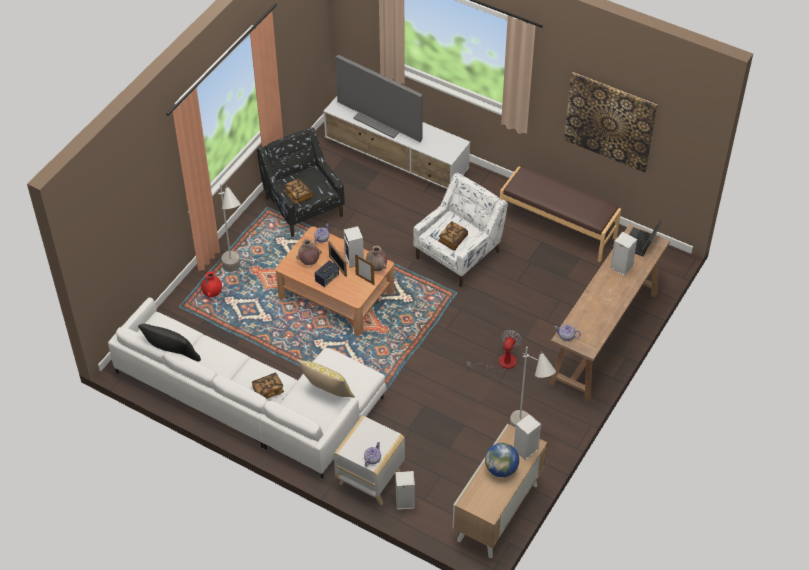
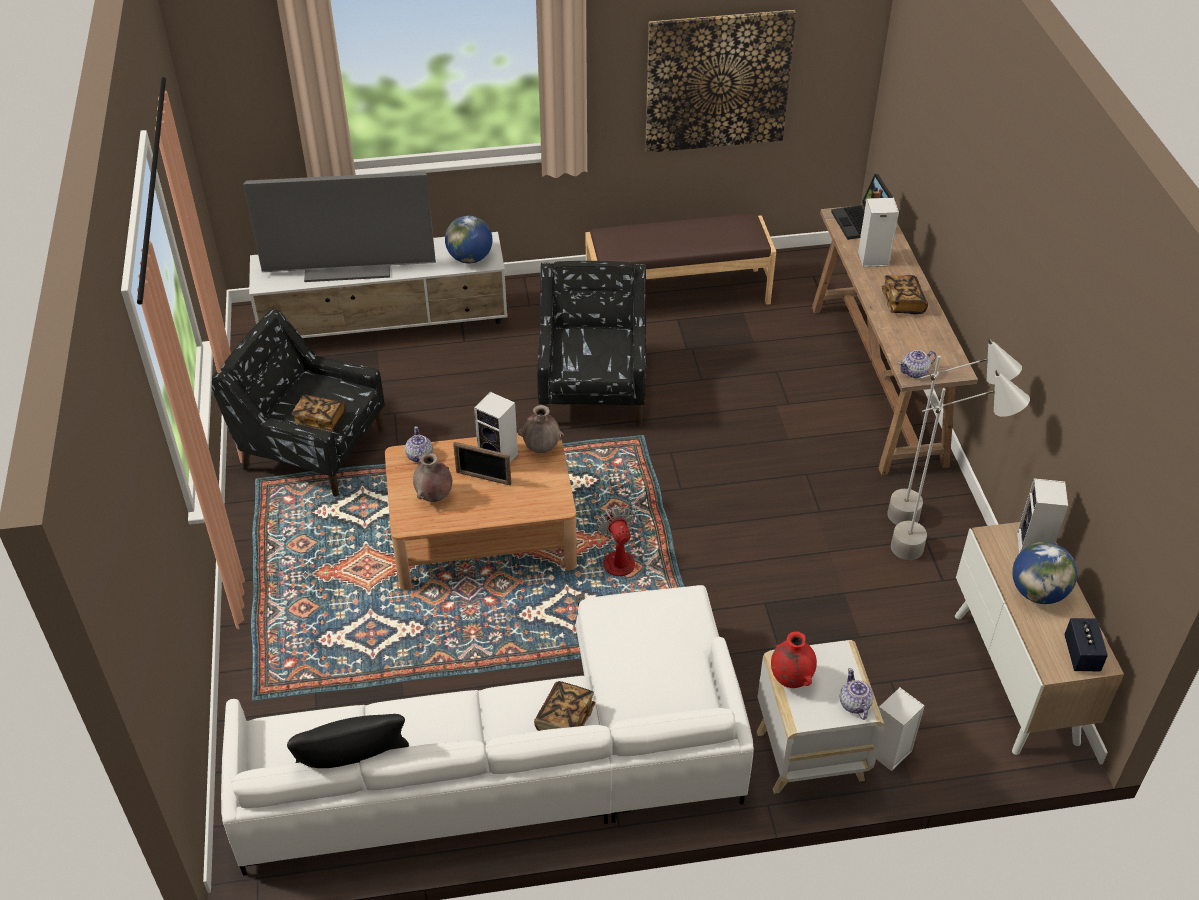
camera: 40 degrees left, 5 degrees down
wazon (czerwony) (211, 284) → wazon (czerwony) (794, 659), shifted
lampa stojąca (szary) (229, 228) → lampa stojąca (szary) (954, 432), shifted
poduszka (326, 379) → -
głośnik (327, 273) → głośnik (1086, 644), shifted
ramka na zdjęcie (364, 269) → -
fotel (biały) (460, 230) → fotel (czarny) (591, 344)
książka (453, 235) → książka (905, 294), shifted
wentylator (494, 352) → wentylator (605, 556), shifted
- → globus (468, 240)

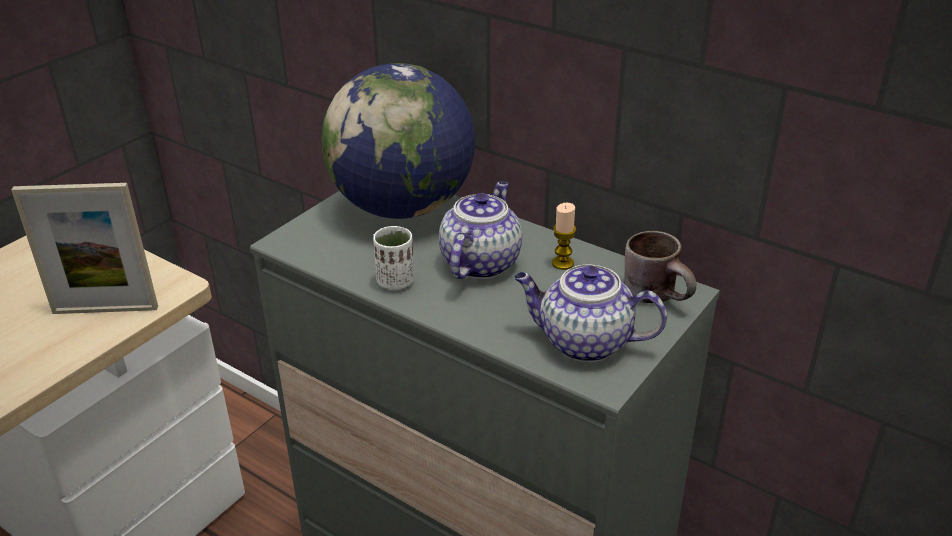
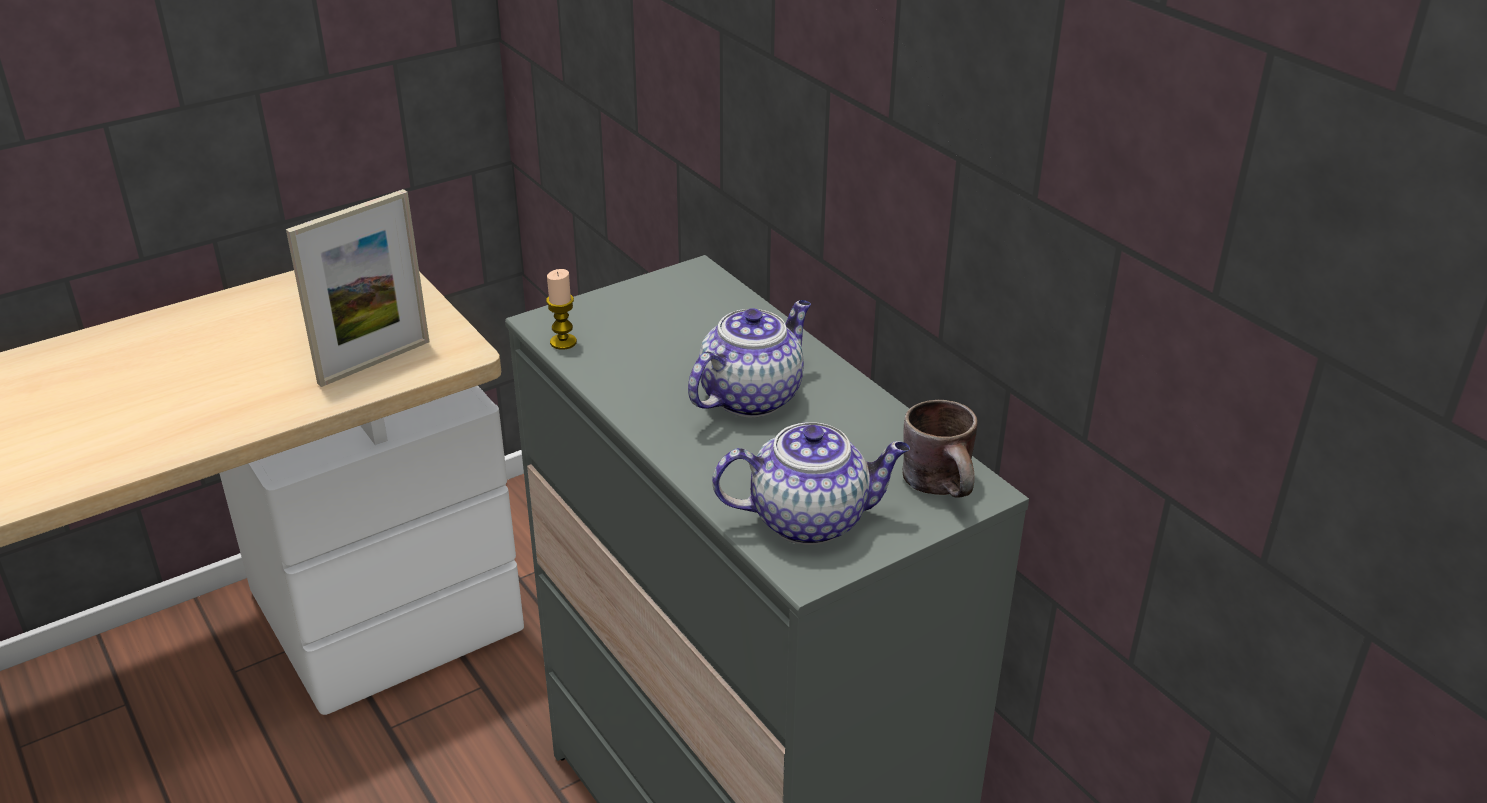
camera: 20 degrees right, 0 degrees up
ramka na zdjęcie (84, 248) → ramka na zdjęcie (357, 288), 60 degrees counterclockwise
globus (398, 141) → -
filiżanka (biały) (393, 258) → -
imbryk (590, 313) → imbryk (811, 483), 135 degrees clockwise
świeca (564, 236) → świeca (561, 309), shifted

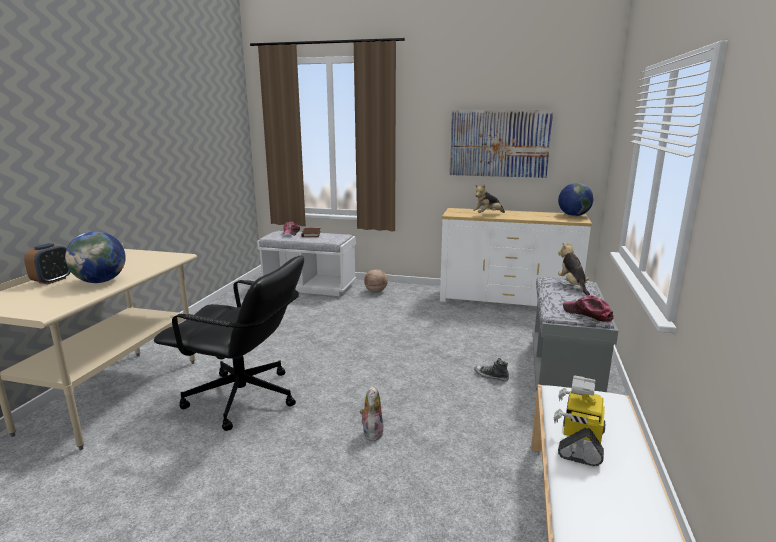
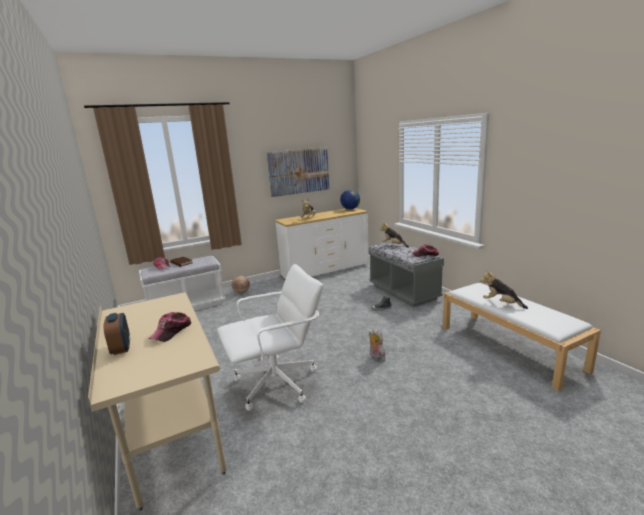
camera: 40 degrees left, 0 degrees up
globus (95, 257) → czapka z daszkiem (170, 327)
krzesło biurowe (czarny) (229, 343) → krzesło biurowe (biały) (270, 337)
robot zabawkowy (579, 420) → pluszak (504, 289)

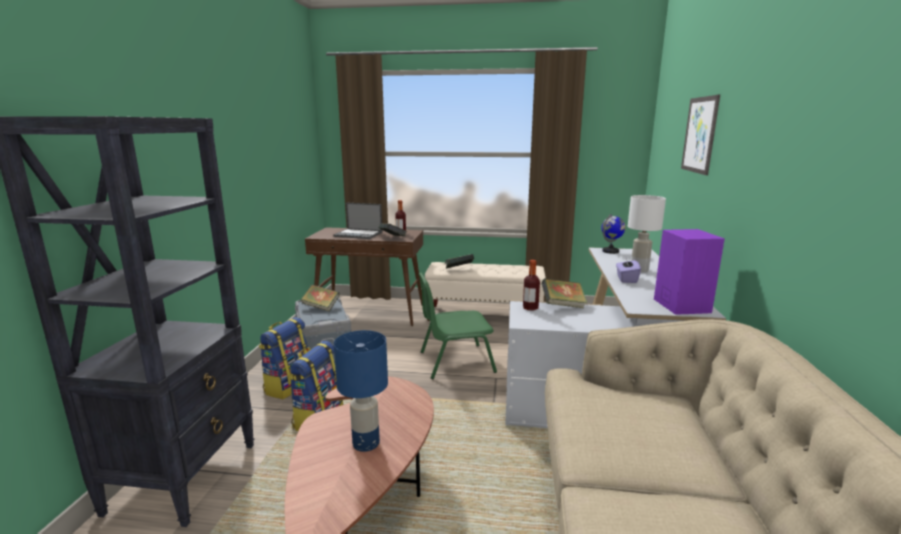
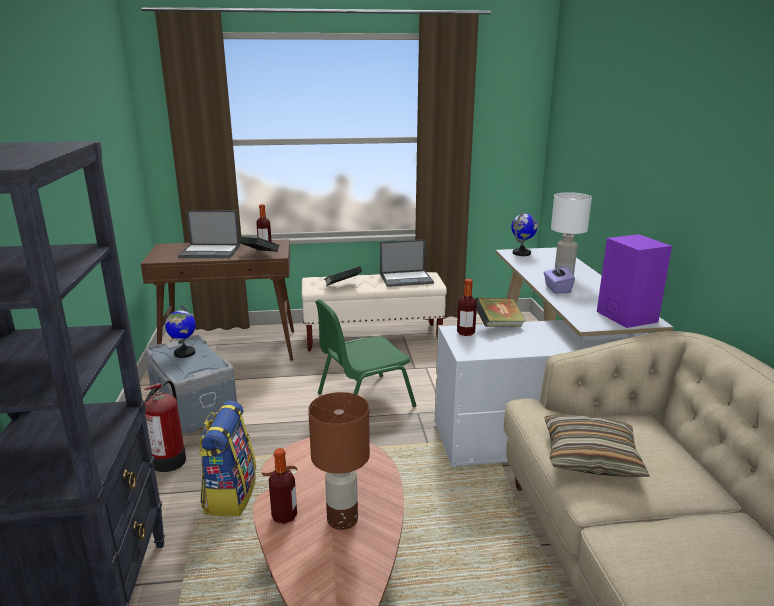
camera: 15 degrees left, 5 degrees up
plecak (283, 358) → gaśnica (165, 426)
książka (320, 298) → globus (180, 332)
lampa stołowa (niebieski) (361, 391) → lampa stołowa (brązowy) (339, 461)
obraz (700, 135) → -
- → butelka (282, 486)
- → laptop (407, 263)
- → poduszka (597, 446)

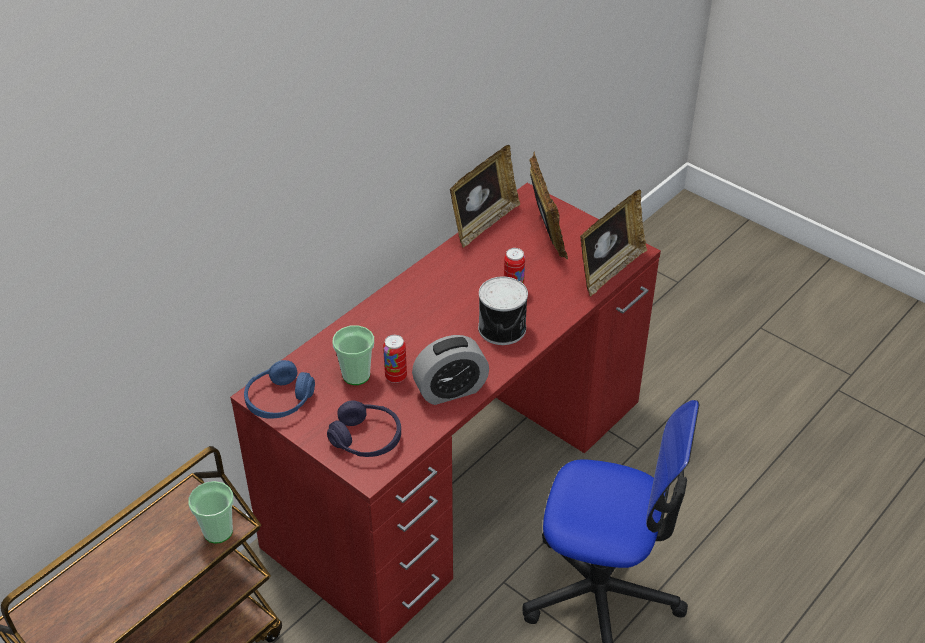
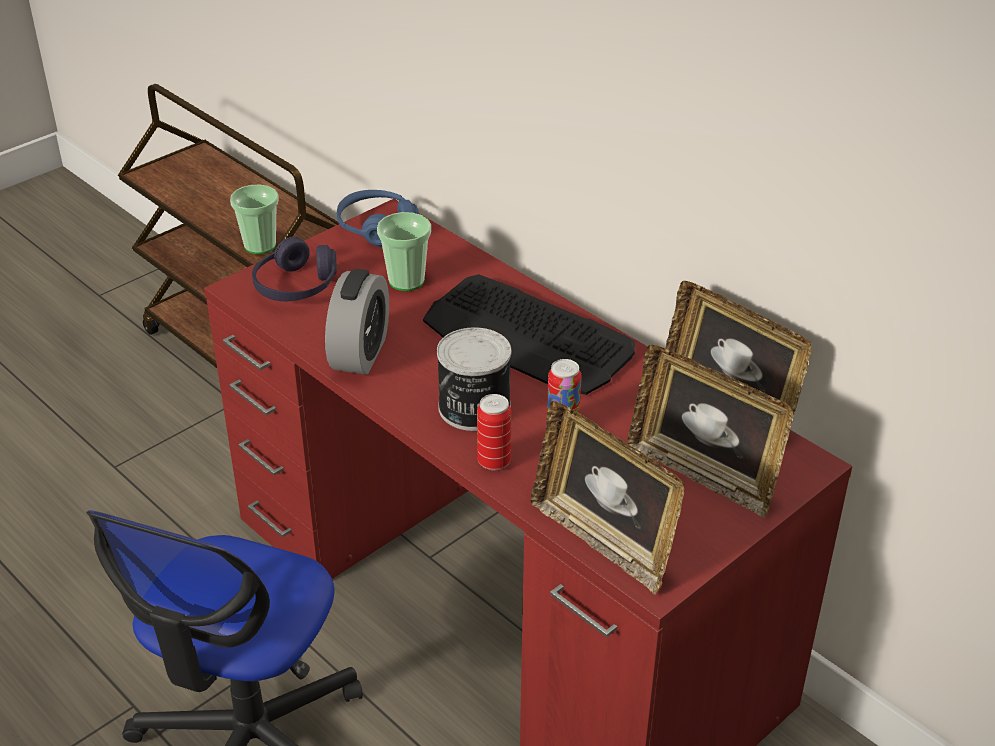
camera: 95 degrees right, 5 degrees down
puszka (395, 359) → puszka (494, 432), shifted
budzik (450, 370) → budzik (357, 322), 150 degrees counterclockwise
ramka na zdjęcie (548, 205) → ramka na zdjęcie (710, 431), 45 degrees clockwise
- → klawiatura (529, 334)

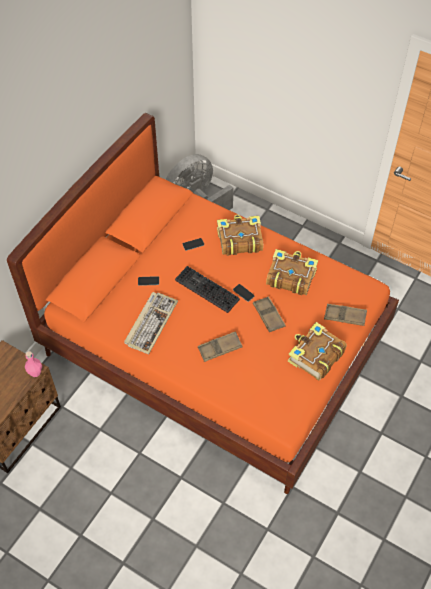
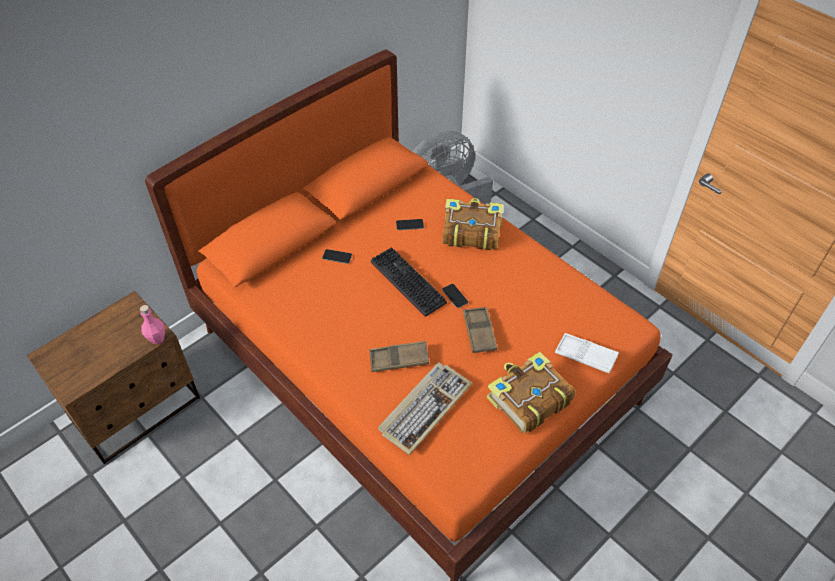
camera: 15 degrees right, 5 degrees down
klawiatura (151, 323) → klawiatura (425, 408), shifted
książka (292, 272) → -
taca (brązowy) (345, 315) → taca (biały) (587, 353)

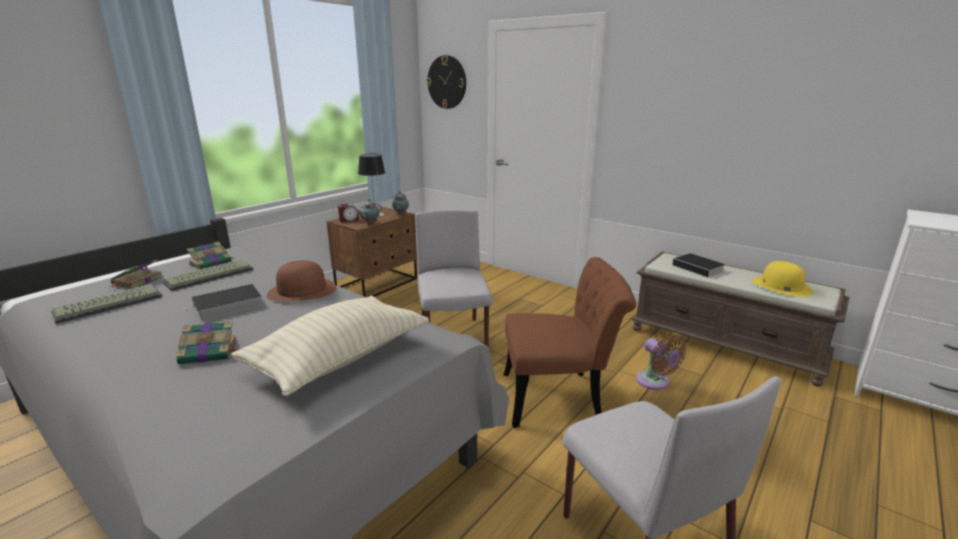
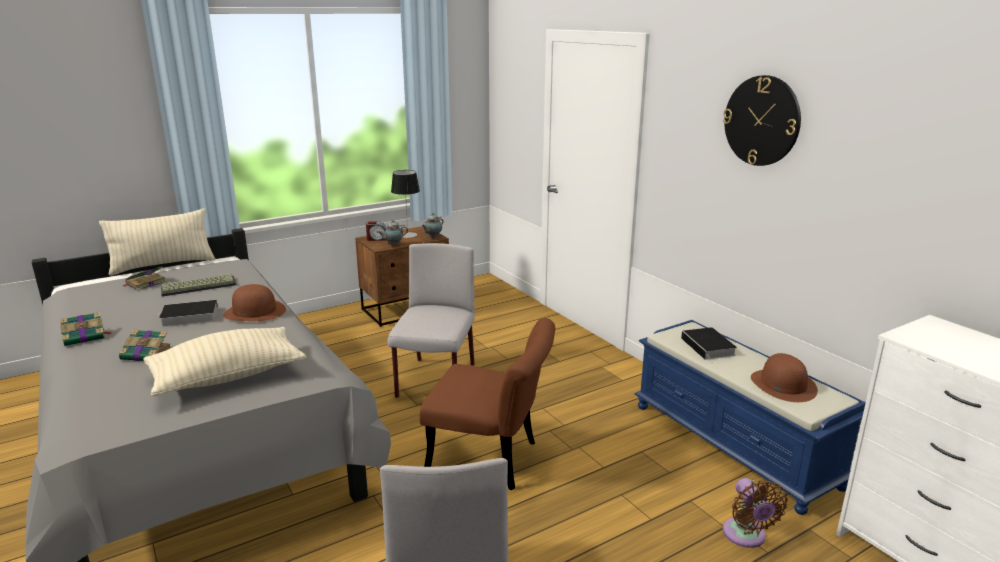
camera: 20 degrees right, 0 degrees up
klawiatura (107, 304) → -
książka (210, 255) → książka (86, 329), shifted
zegar ścienny (446, 82) → zegar ścienny (762, 120), shifted
ławka (brązowy) (740, 319) → ławka (niebieski) (750, 417)
wentylator (brązowy) (661, 362) → wentylator (brązowy) (755, 513), shifted
kapelusz (żółty) (782, 279) → kapelusz (brązowy) (784, 377)
- → poduszka (beżowy) (157, 242)

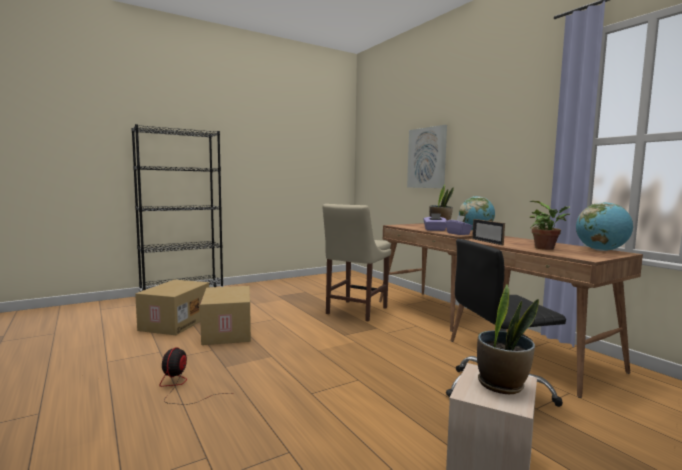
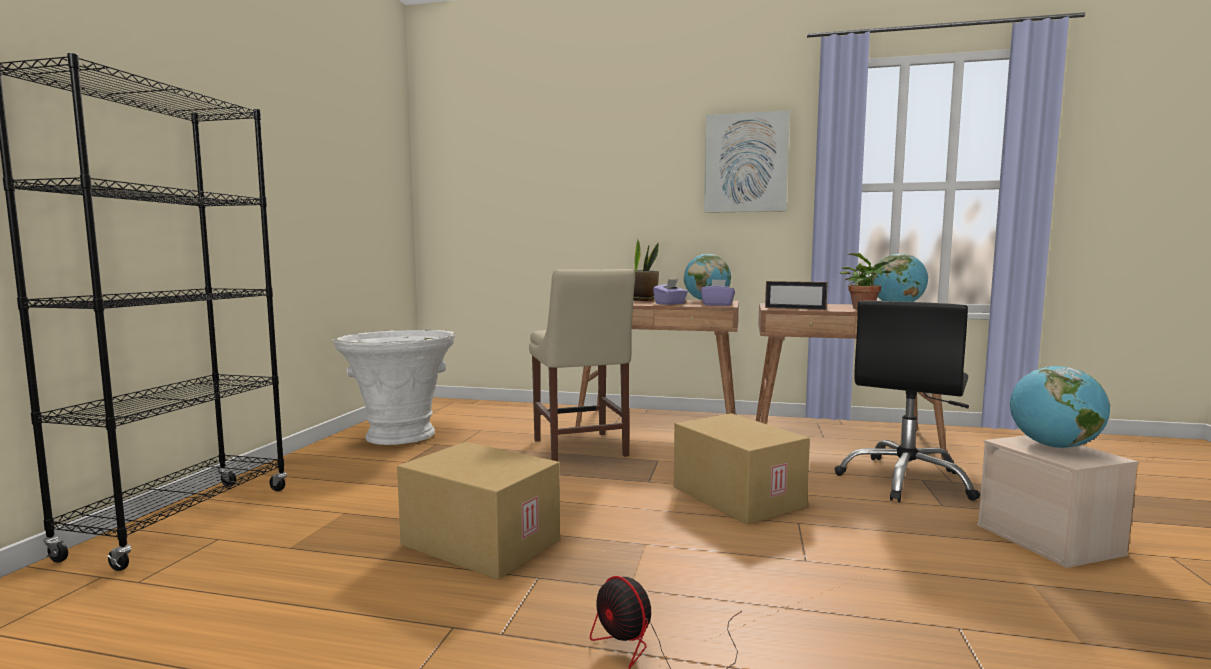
camera: 45 degrees left, 0 degrees up
karton (172, 307) → karton (742, 469), shifted
obraz (427, 156) → obraz (747, 161), shifted
roślina doniczkowa (508, 339) → globus (1060, 407)
- → donica (biały) (394, 387)

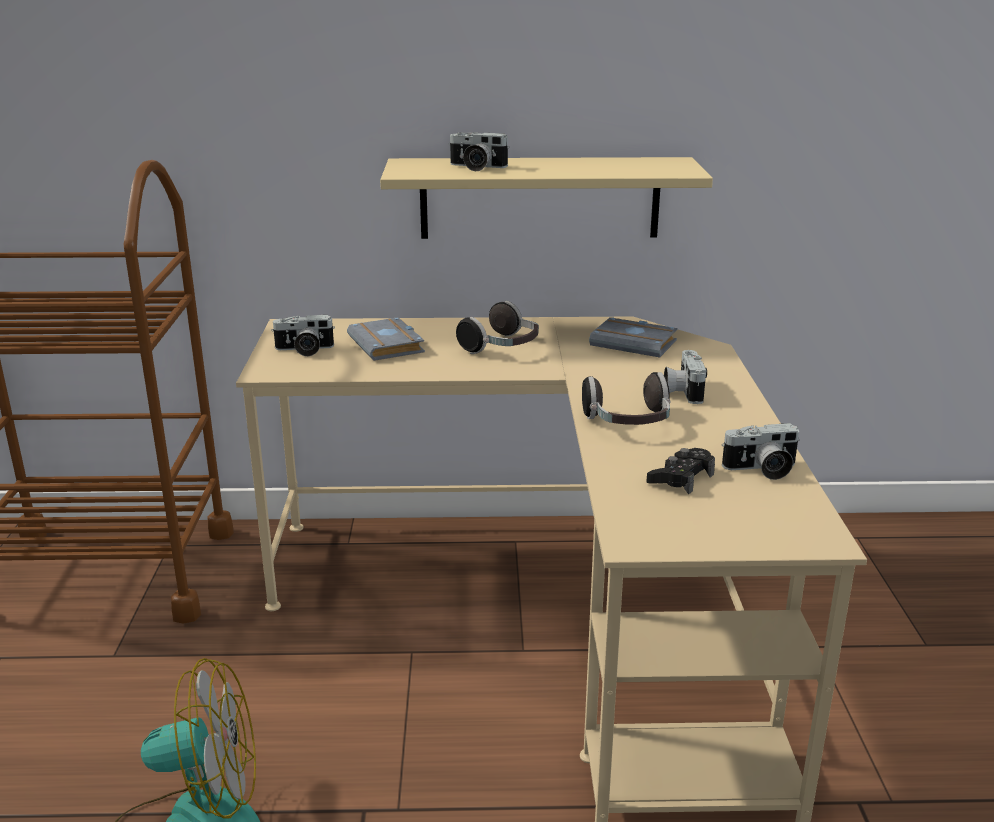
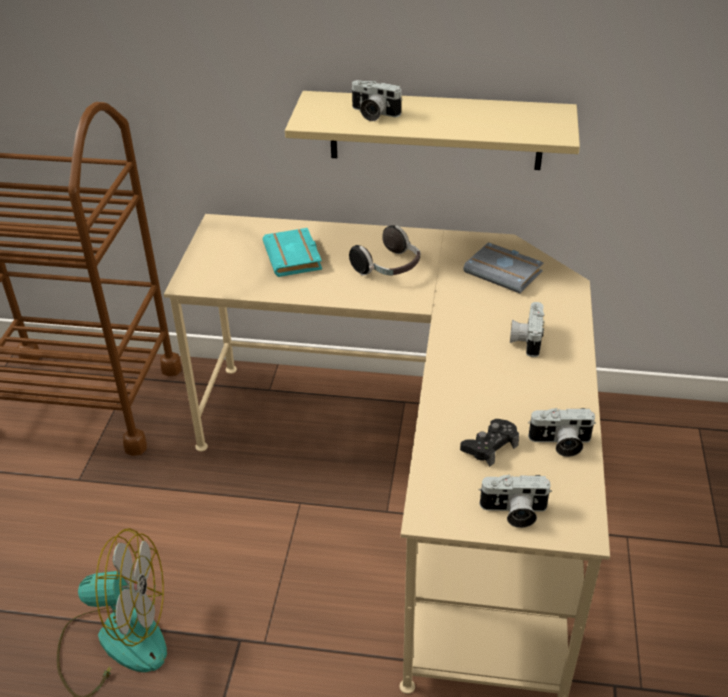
camera: 10 degrees right, 15 degrees up
aparat fotograficzny (303, 335) → aparat fotograficzny (515, 501), shifted
książka (szary) (386, 339) → książka (turkusowy) (292, 252)
słuchawki (626, 398) → -

